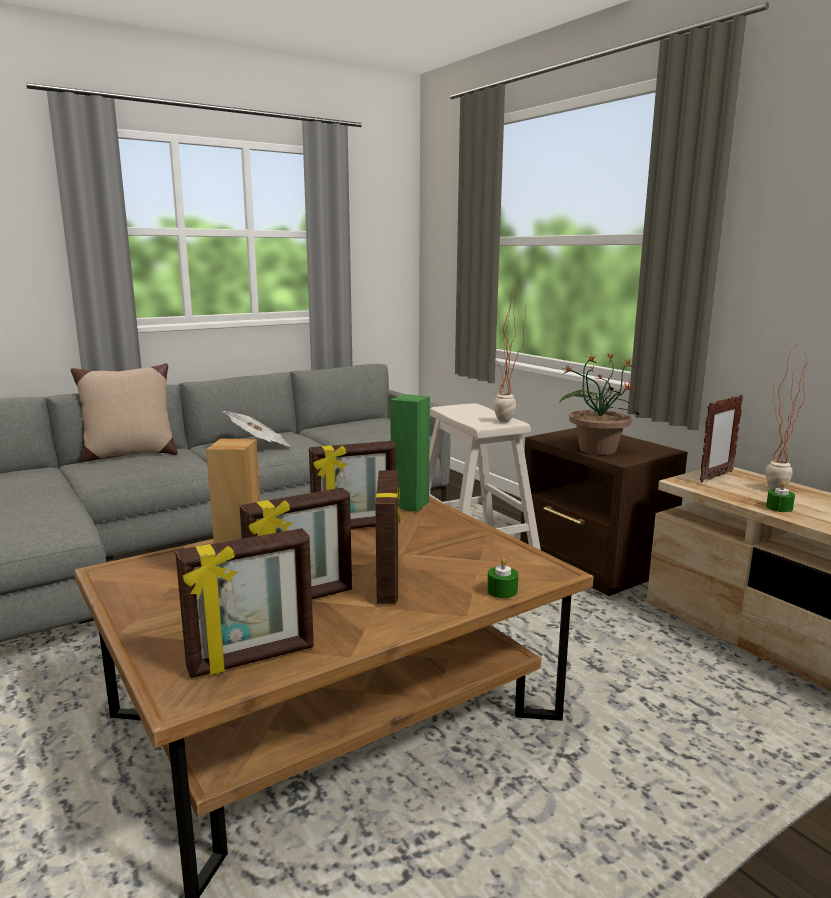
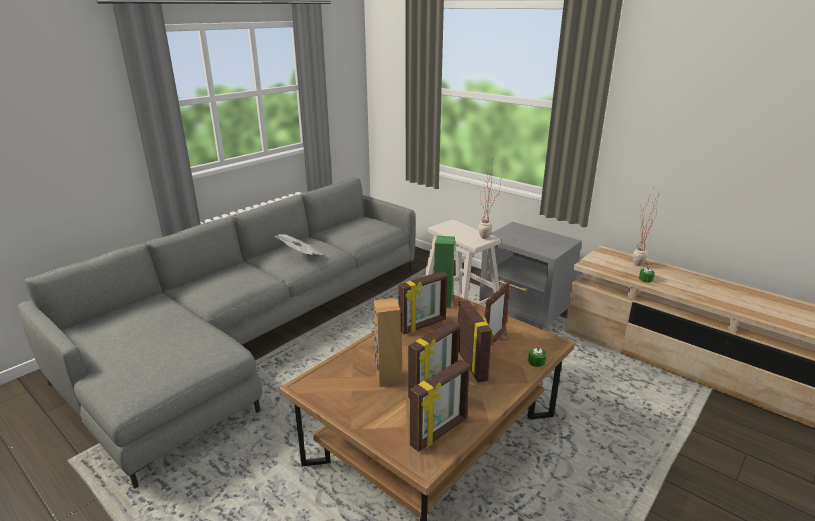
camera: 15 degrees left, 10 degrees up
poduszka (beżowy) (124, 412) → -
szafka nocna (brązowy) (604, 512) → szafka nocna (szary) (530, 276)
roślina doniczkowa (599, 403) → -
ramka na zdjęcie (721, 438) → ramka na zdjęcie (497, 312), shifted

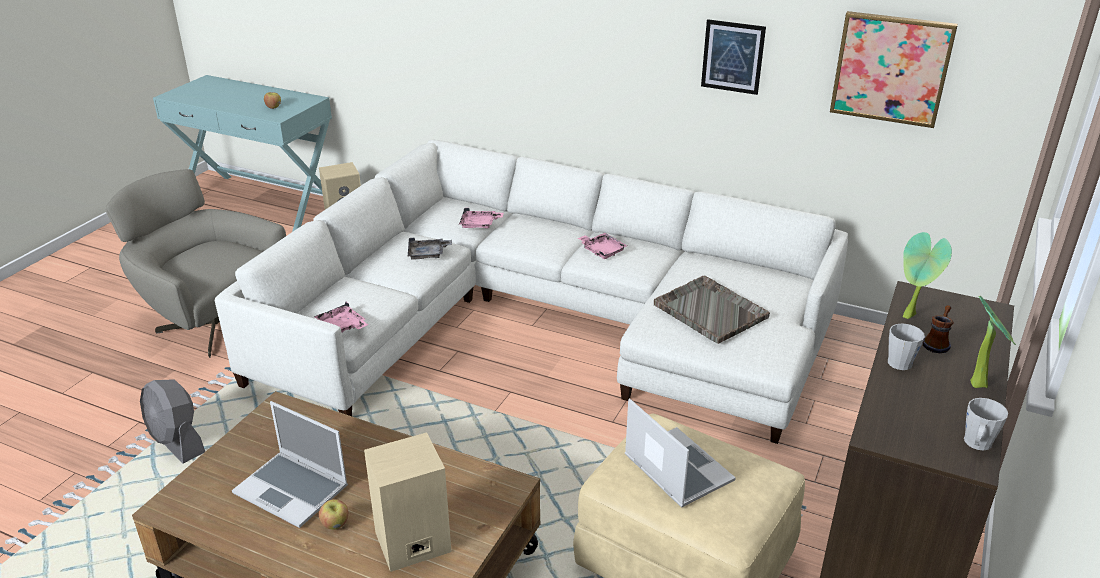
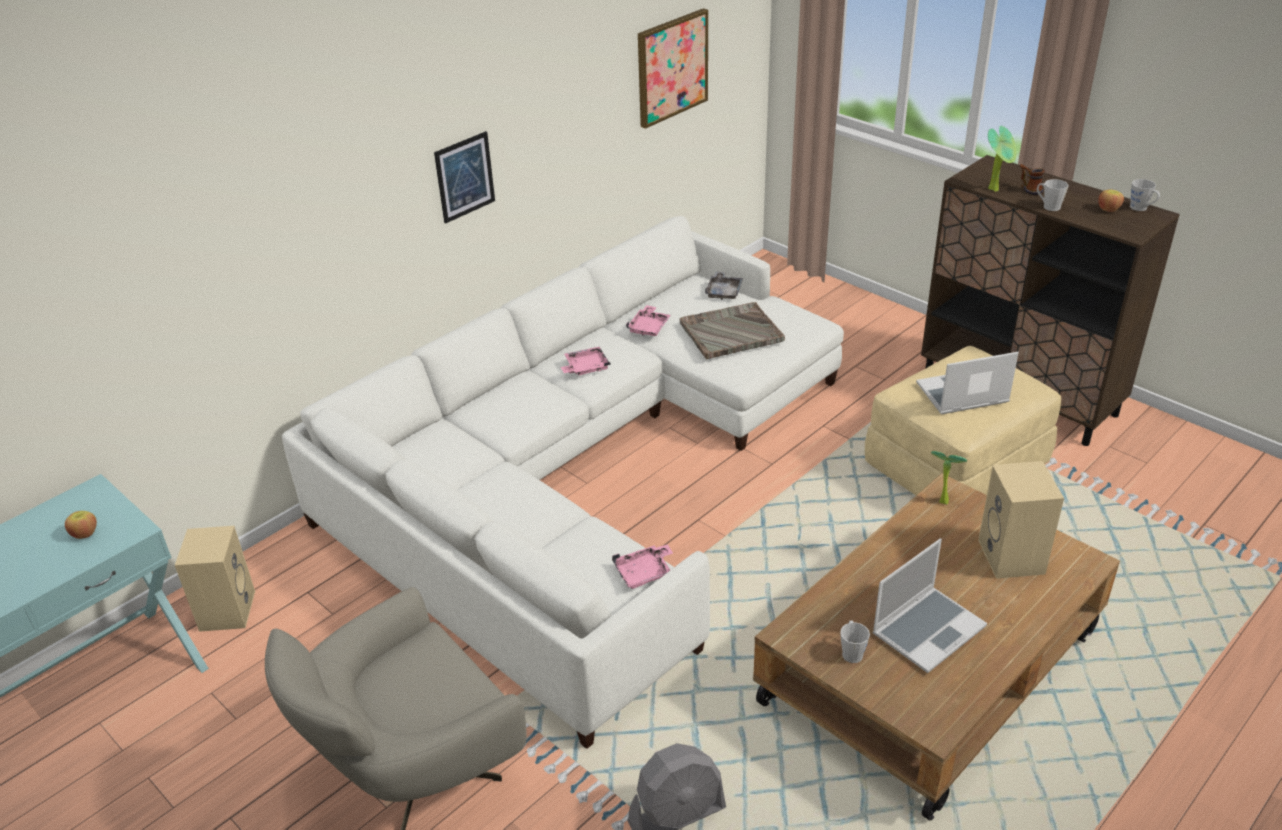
camera: 70 degrees left, 5 degrees up
jabłko (333, 514) → jabłko (1111, 200), shifted
taca (szary) (430, 249) → taca (szary) (724, 286), shifted
taca (różowy) (481, 218) → taca (różowy) (648, 320), shifted
obraz (733, 57) → obraz (464, 177), shifted
roślina doniczkowa (993, 342) → roślina doniczkowa (949, 478), shifted
- → kubek (szary) (855, 642)

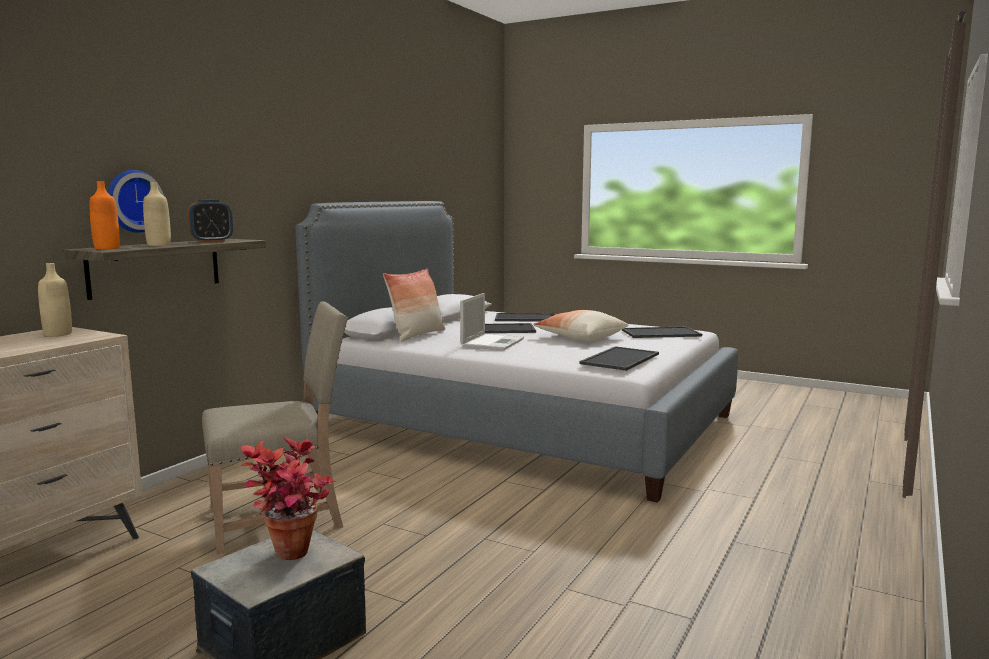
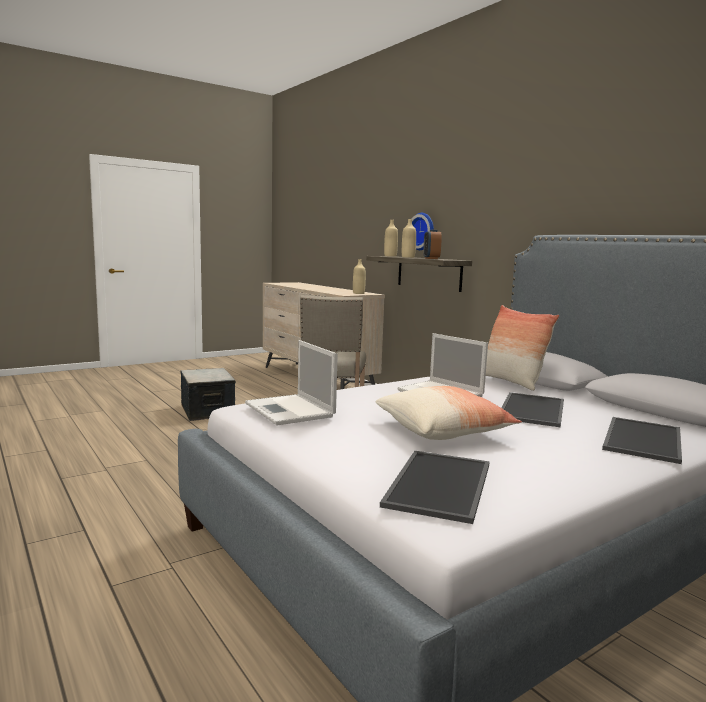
camera: 115 degrees right, 0 degrees up
butelka (pomarańczowy) (104, 215) → butelka (beżowy) (391, 238)
roślina doniczkowa (288, 498) → -
taca (619, 358) → laptop (291, 382)

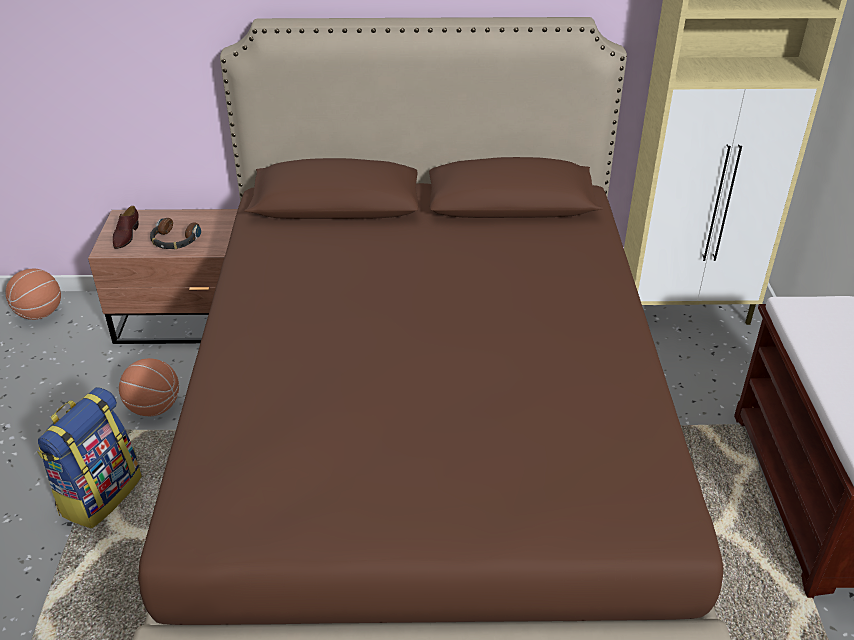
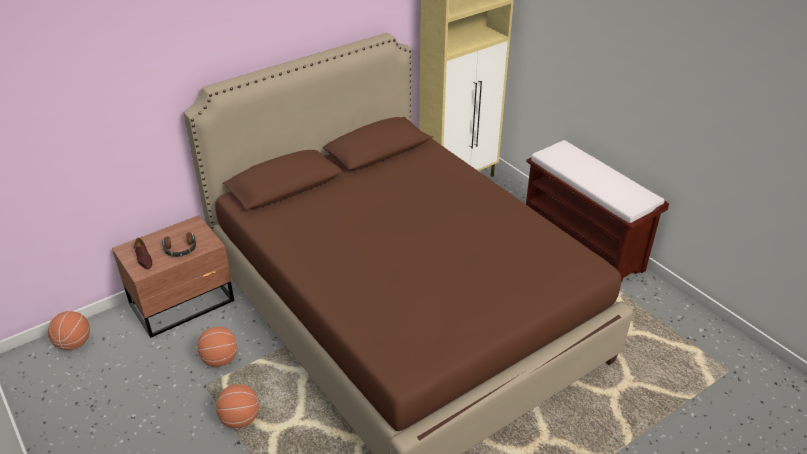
camera: 35 degrees left, 0 degrees up
plecak (89, 457) → piłka do koszykówki (237, 406)

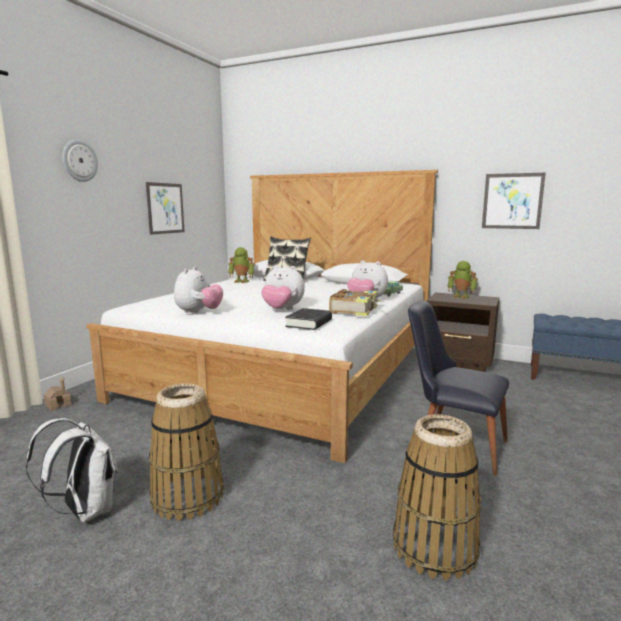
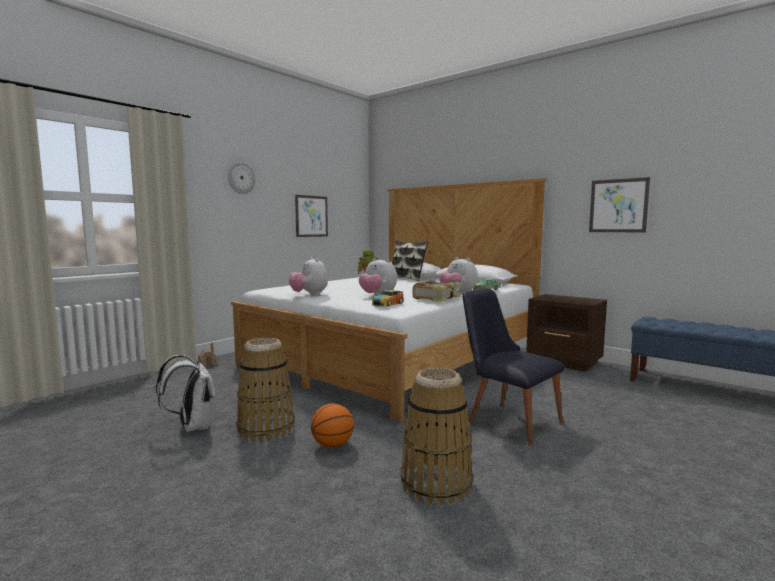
camera: 15 degrees right, 5 degrees down
pluszak (198, 291) → pluszak (308, 276), 120 degrees clockwise
książka (czarny) (308, 319) → samochodzik (387, 298)
robot zabawkowy (462, 280) → -
- → piłka do koszykówki (332, 426)

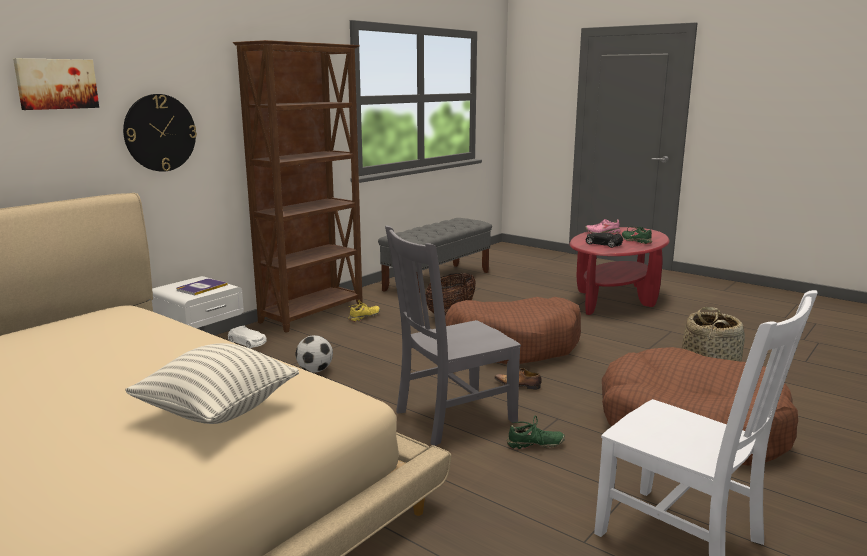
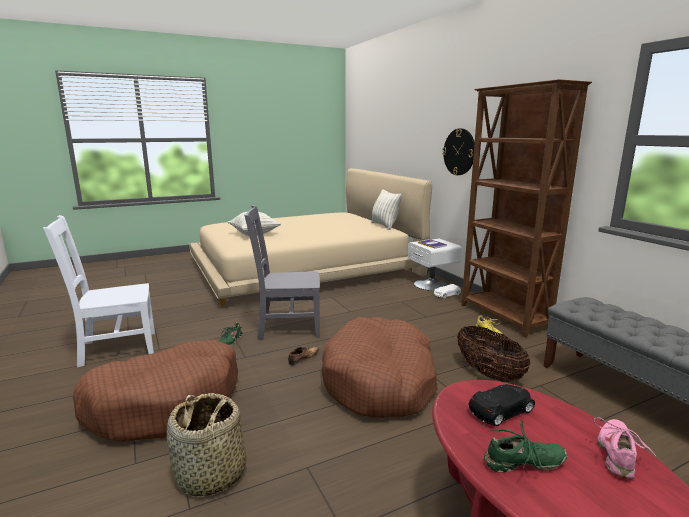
camera: 115 degrees right, 0 degrees up
obraz (56, 84) → -
piłka futbolowa (314, 353) → -
krzesło (szary) (453, 335) → krzesło (szary) (282, 272), 90 degrees counterclockwise
- → poduszka (386, 209)

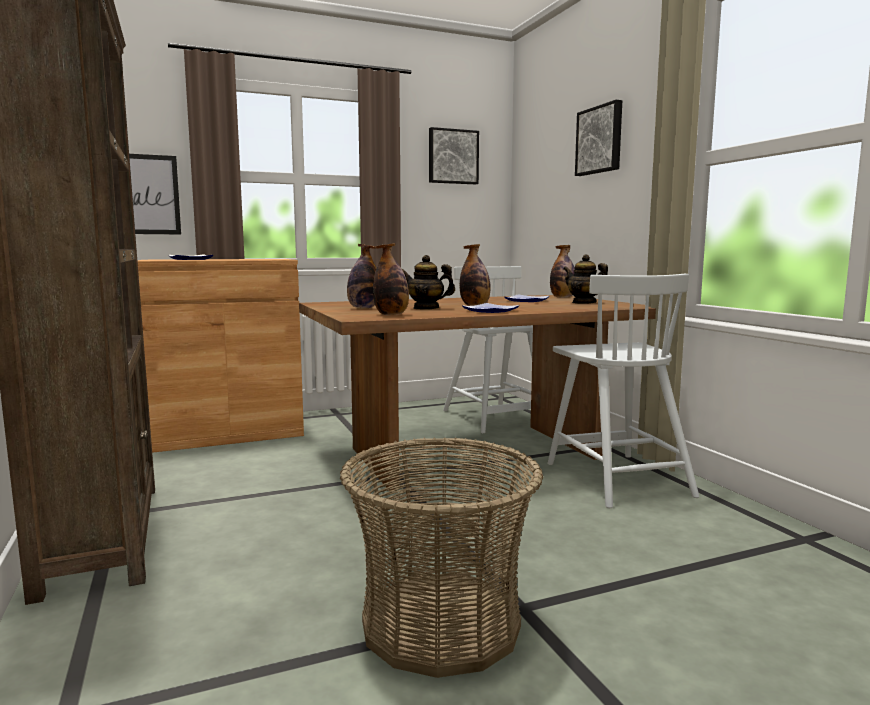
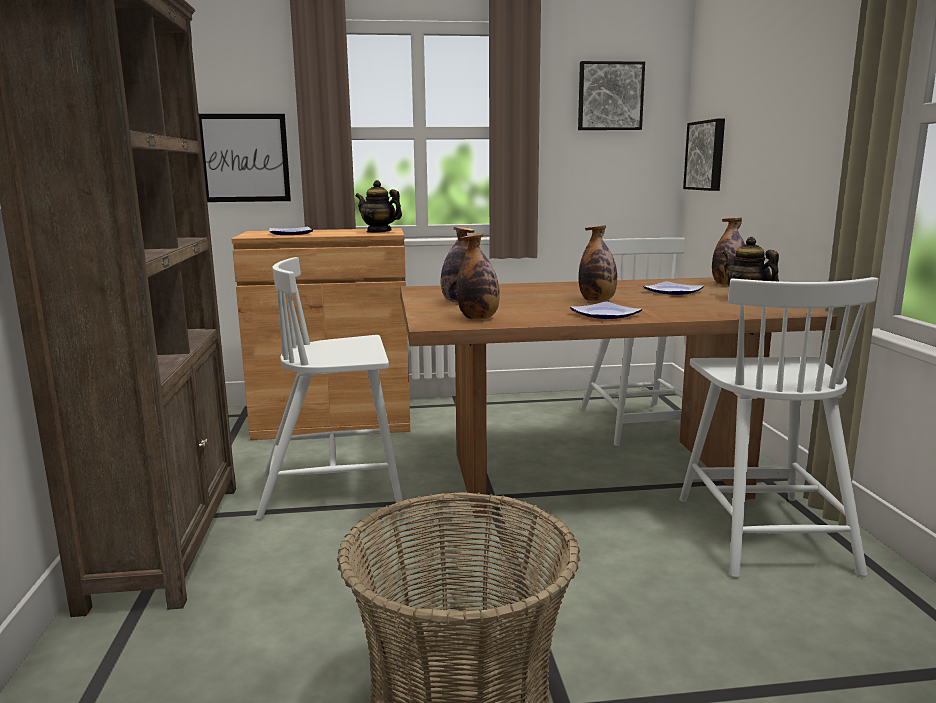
camera: 15 degrees right, 5 degrees up
imbryk (428, 282) → imbryk (378, 206), shifted
obraz (598, 138) → obraz (704, 155), shifted
- → krzesło (biały) (329, 388)

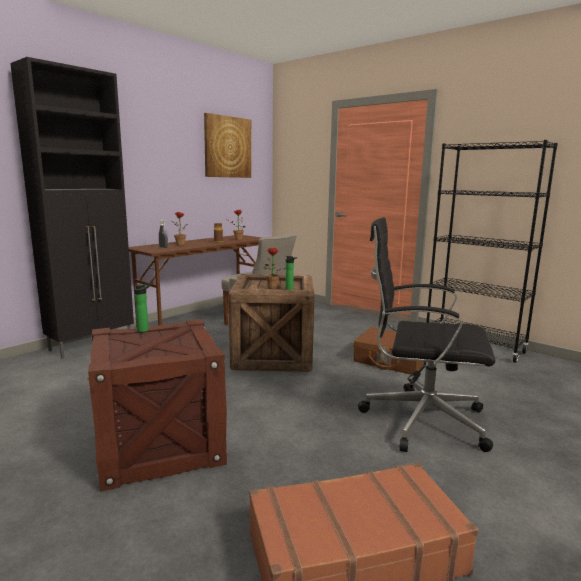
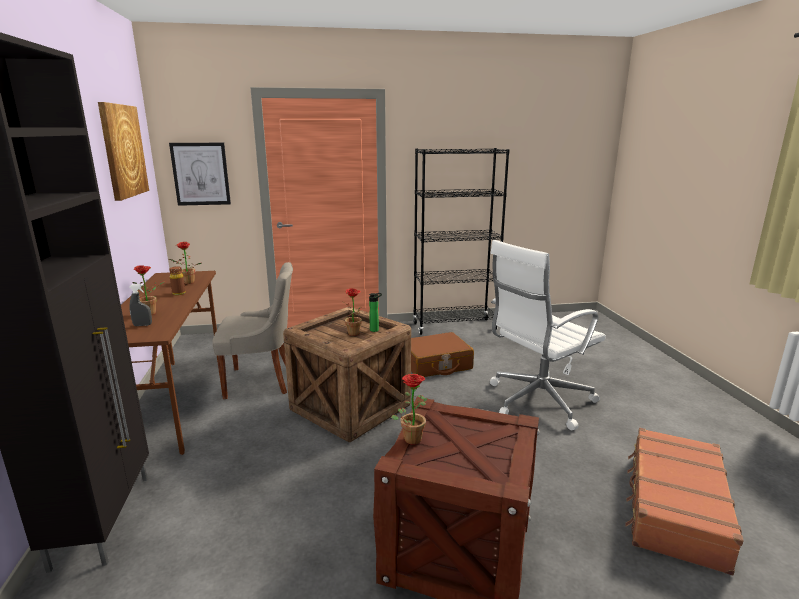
camera: 50 degrees left, 5 degrees up
butelka (142, 308) → roślina doniczkowa (409, 409)
krzesło biurowe (czarny) (426, 334) → krzesło biurowe (biały) (548, 335)
- → obraz (200, 174)

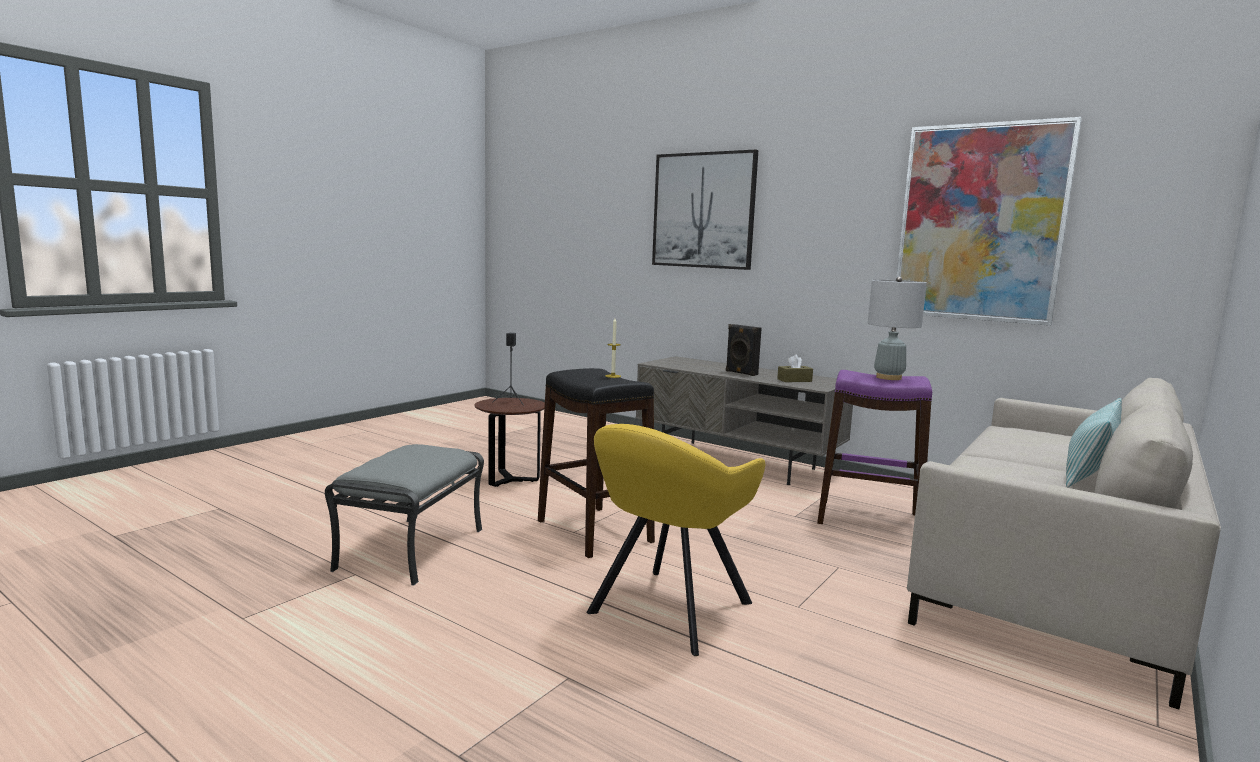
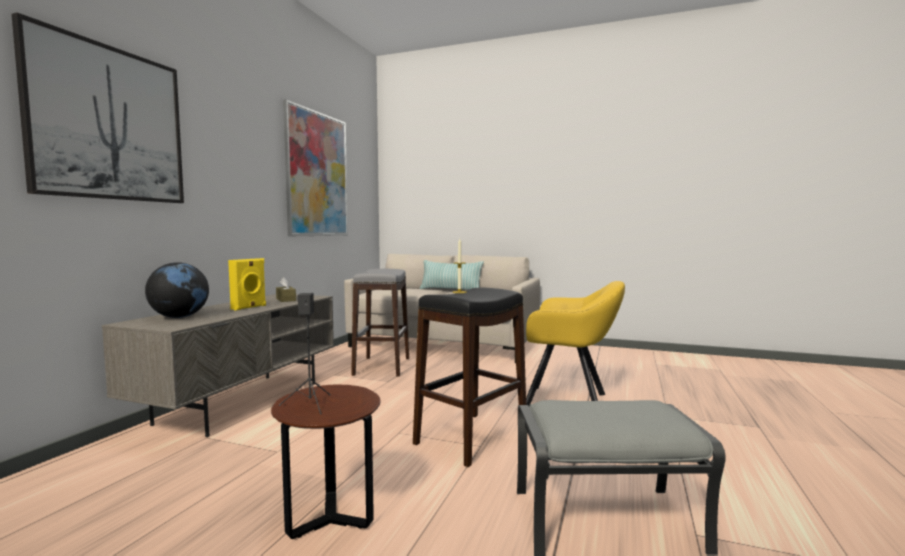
camera: 105 degrees left, 5 degrees down
głośnik (czarny) (744, 350) → głośnik (żółty) (247, 284)
stołek (fioletowy) (874, 447) → stołek (szary) (380, 323)
lampa stołowa (szary) (897, 328) → -
- → globus (177, 290)

